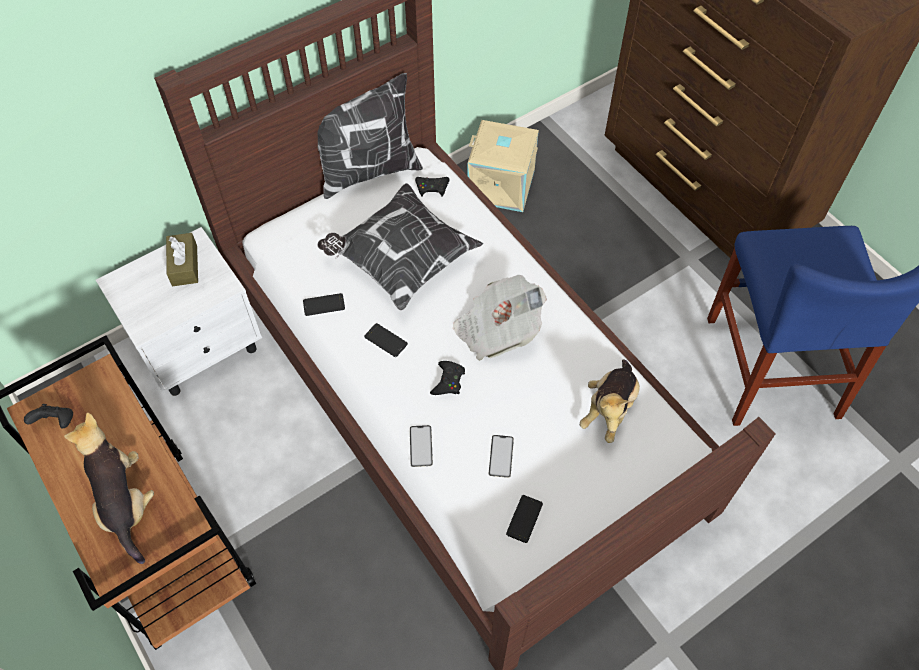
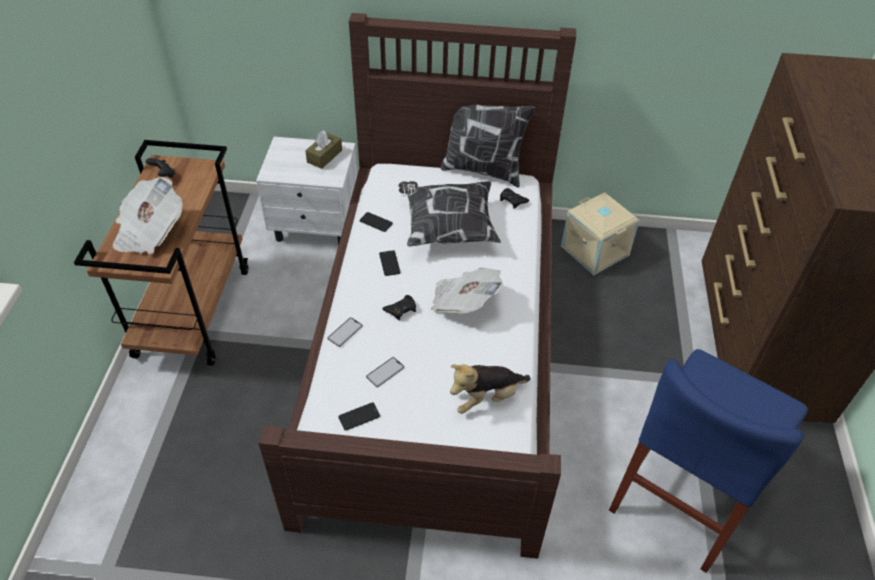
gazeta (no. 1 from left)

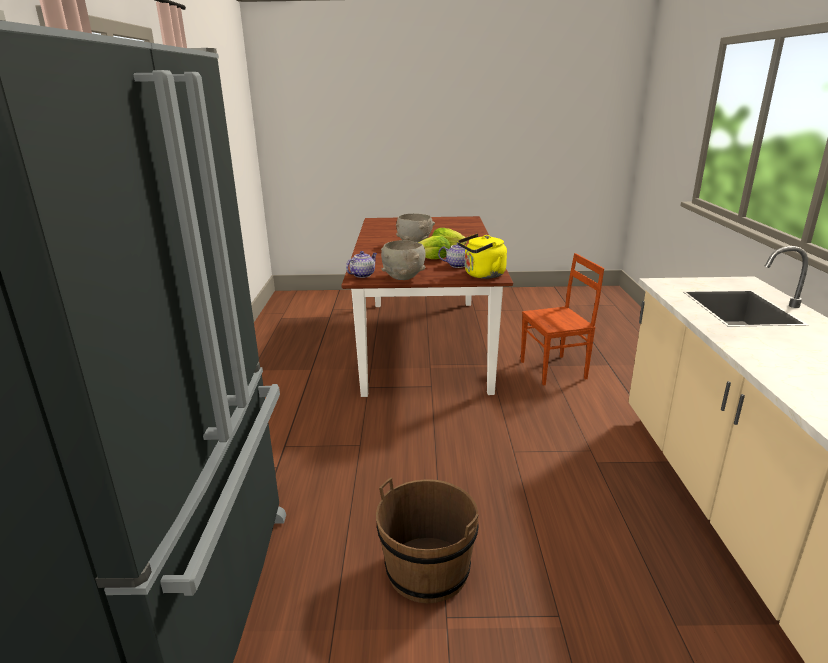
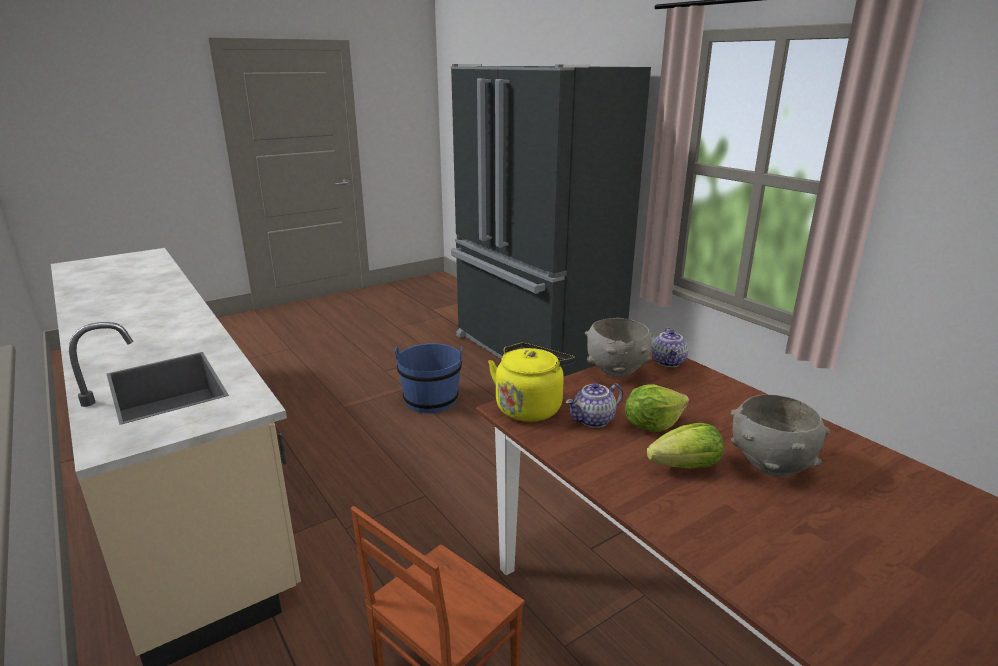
wiadro [niebieski]

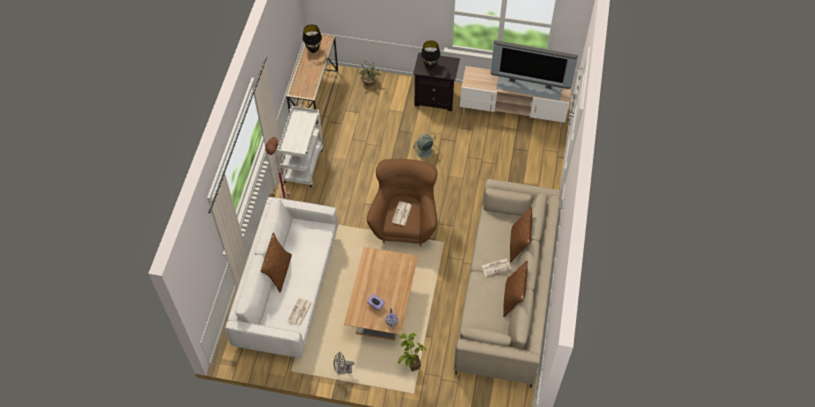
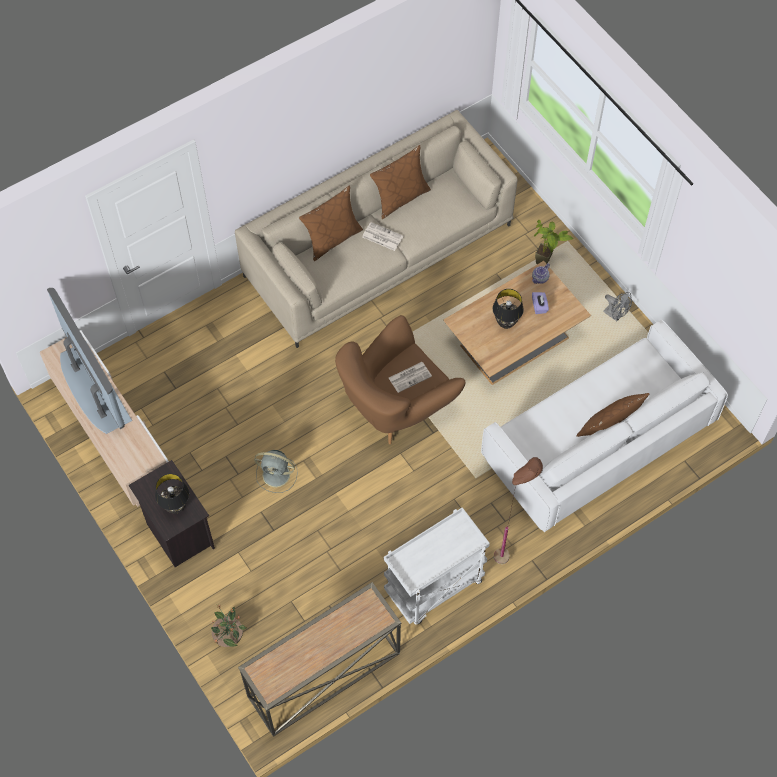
lampa stołowa [czarny] (no. 2 from left); gazeta (no. 1 from left in the first image)

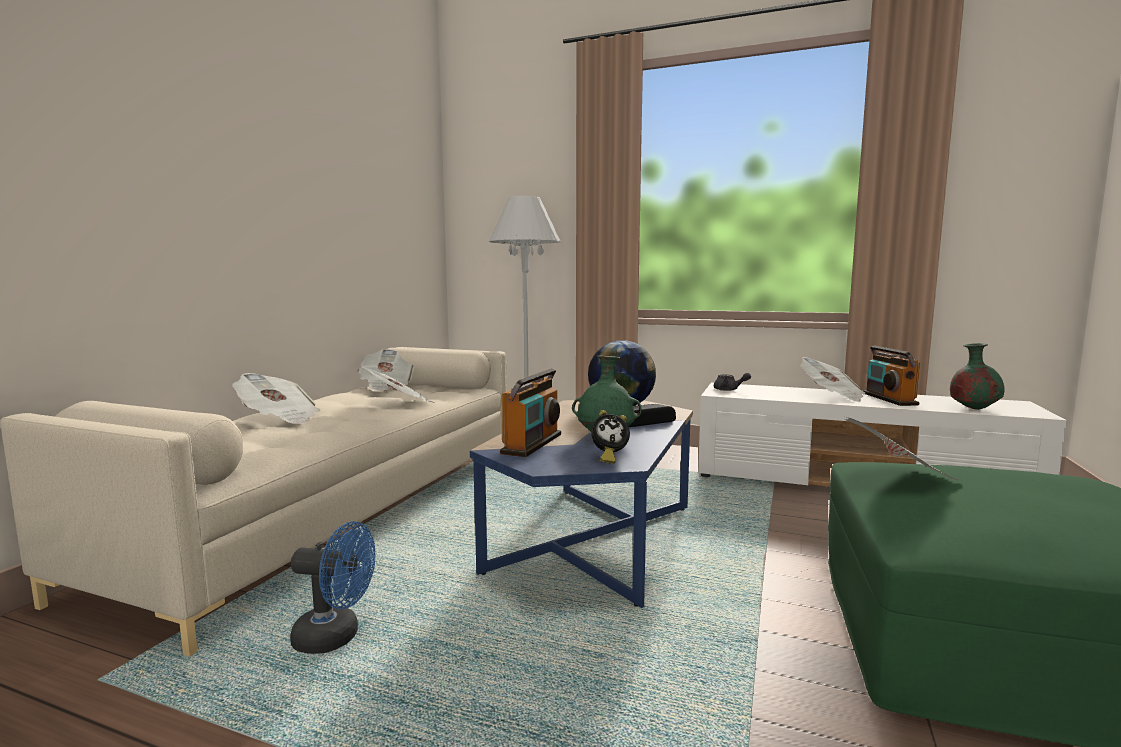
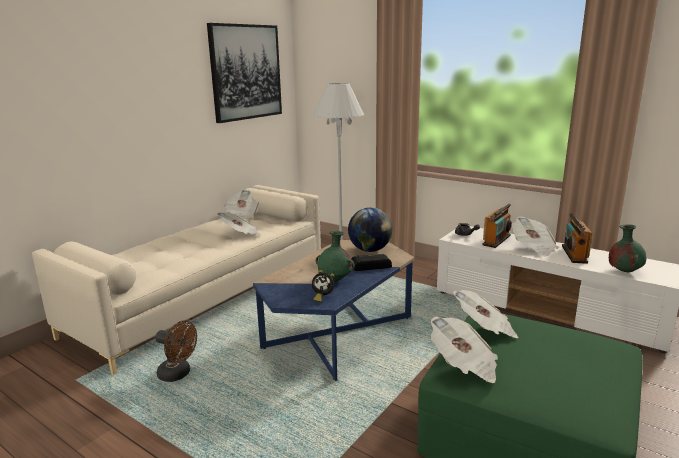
wentylator [brązowy]; obraz; gazeta (no. 3 from left); radio (no. 2 from left)

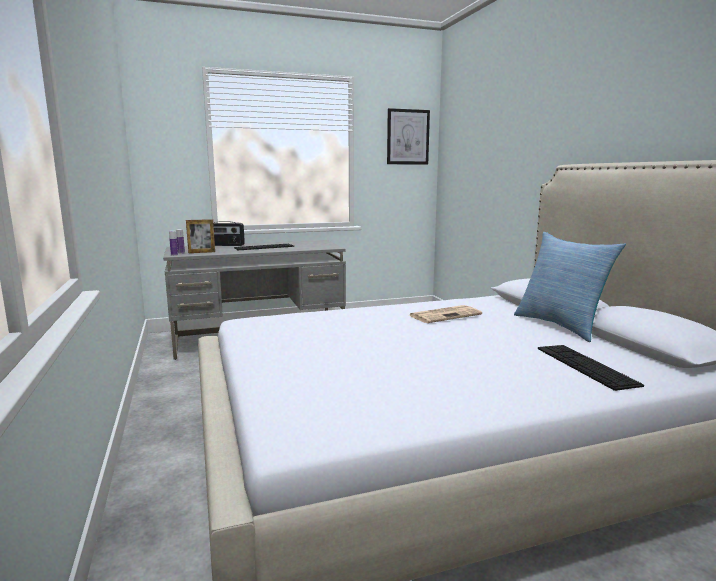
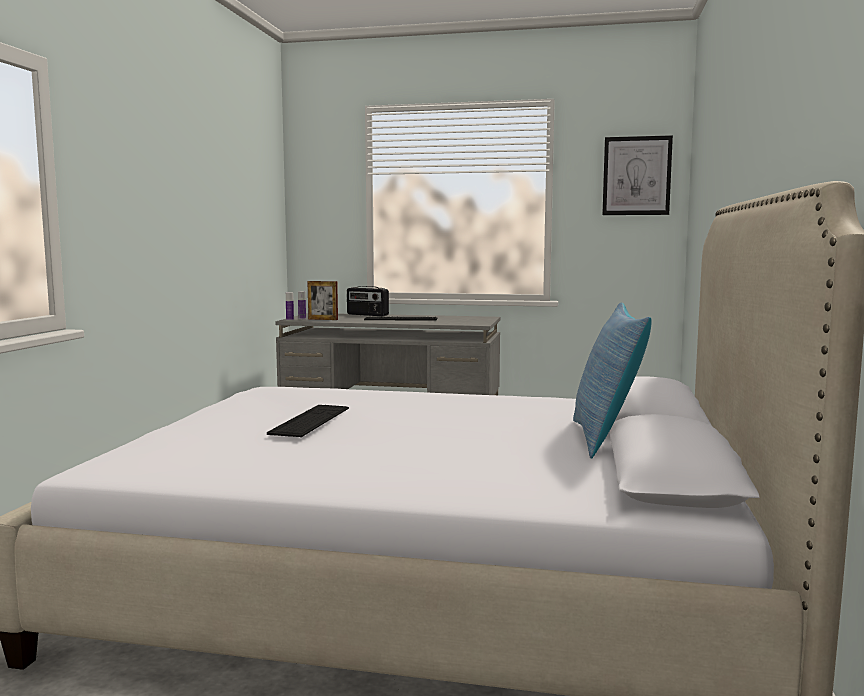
klawiatura (no. 1 from left); gazeta

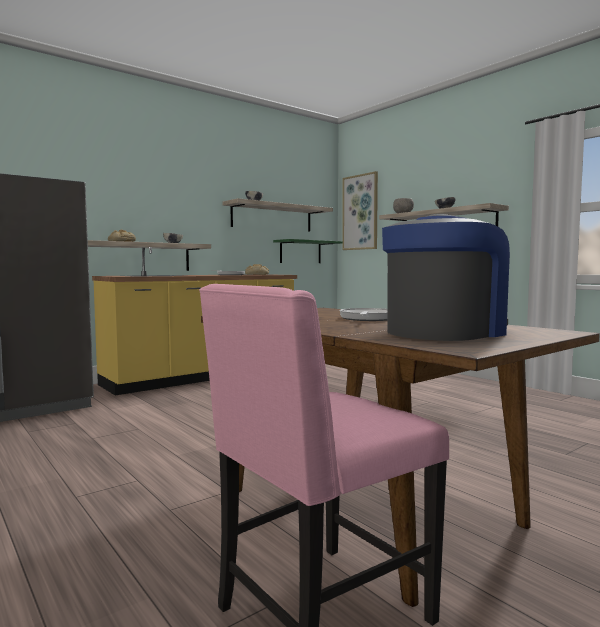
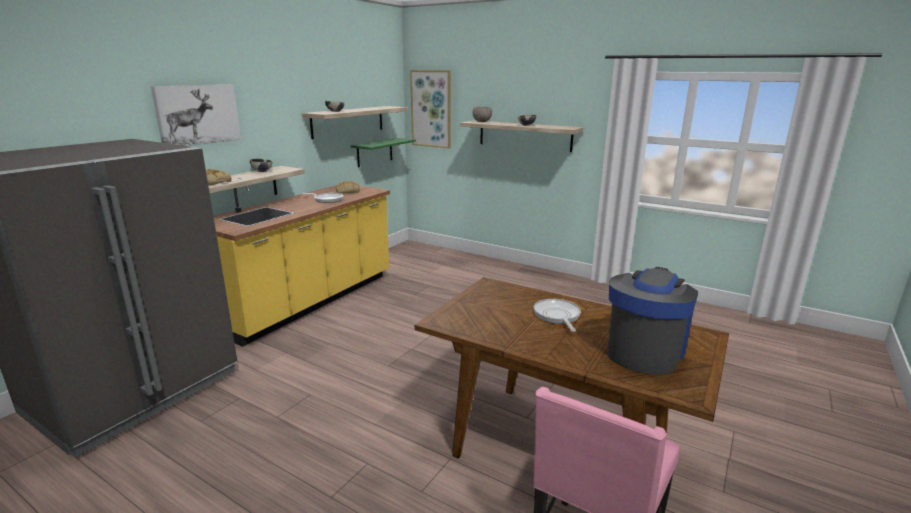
obraz (no. 1 from left)

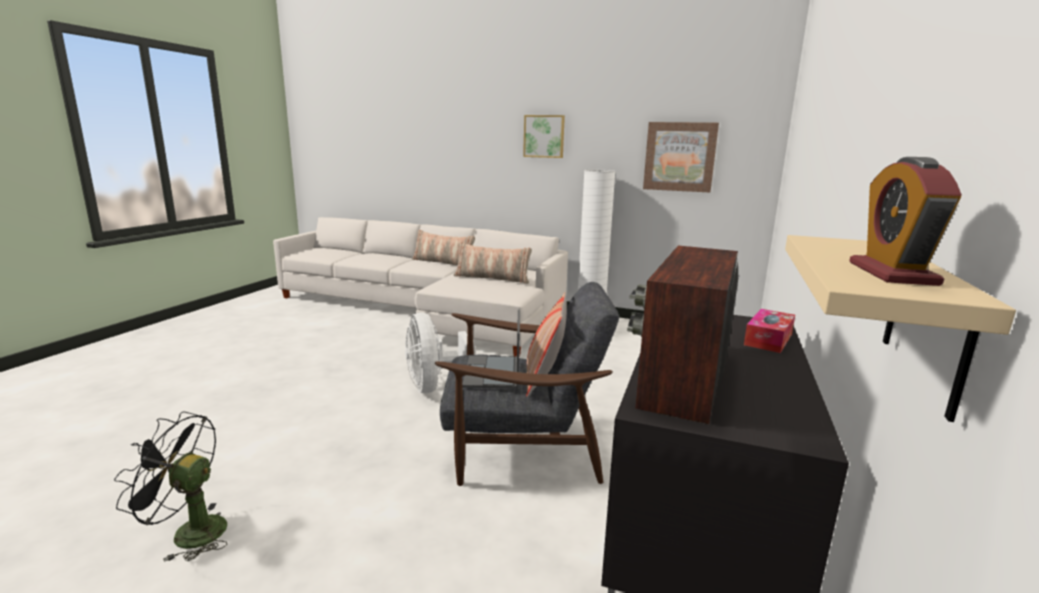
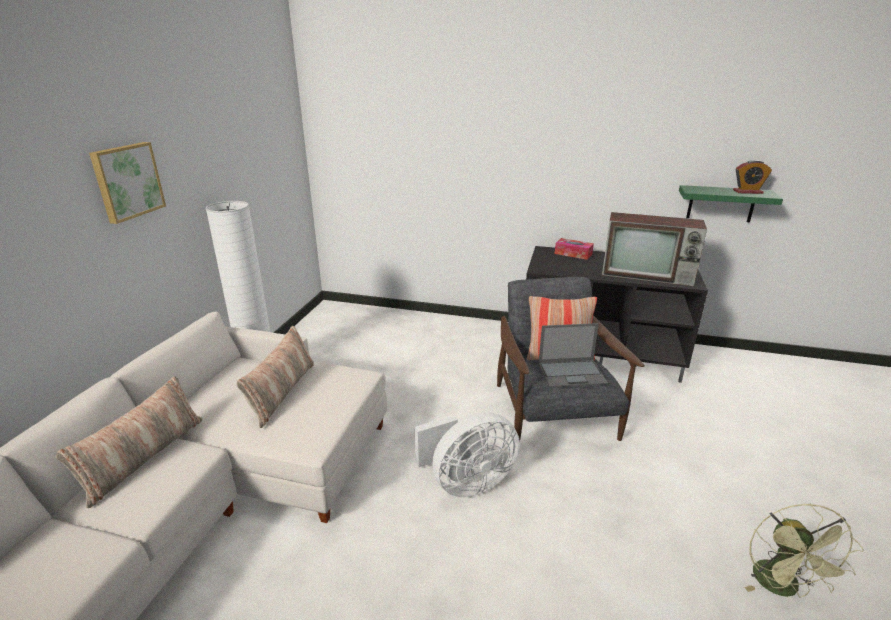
półka [zielony]; wentylator [zielony]; obraz (no. 2 from left in the first image)

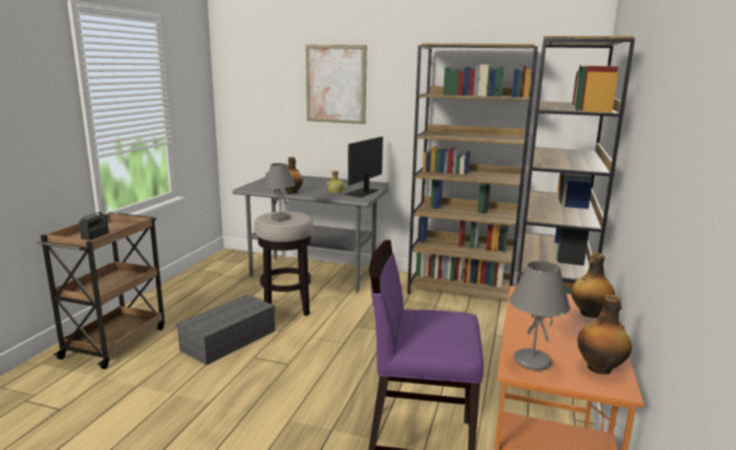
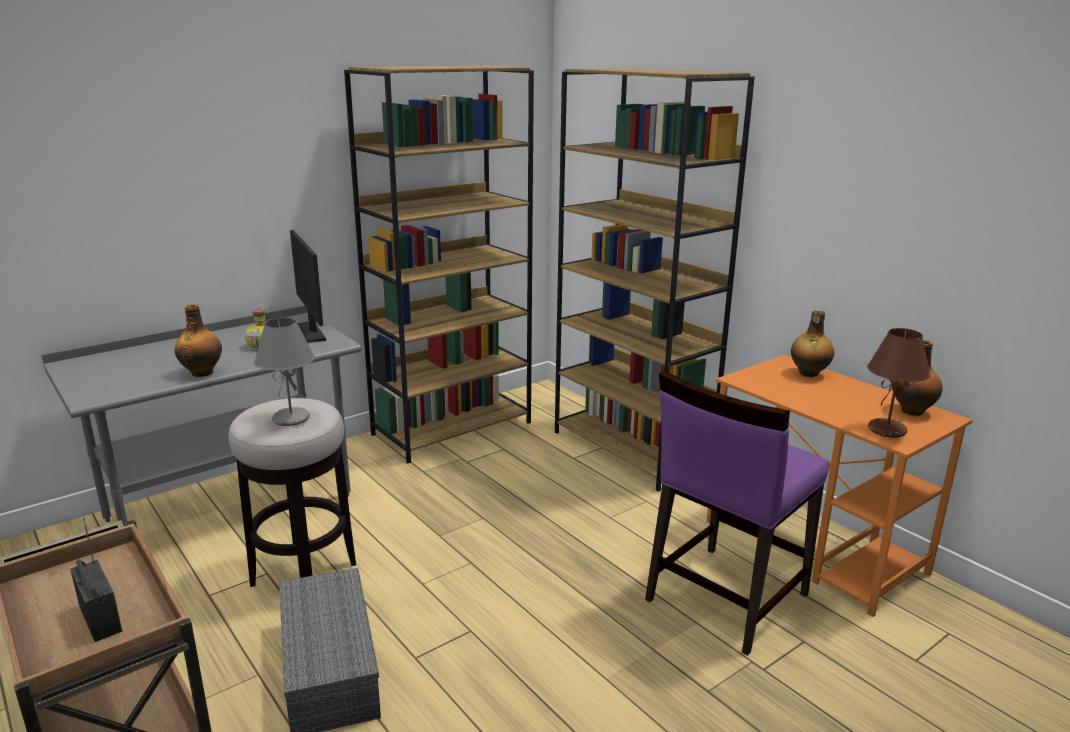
lampa stołowa [brązowy]; obraz

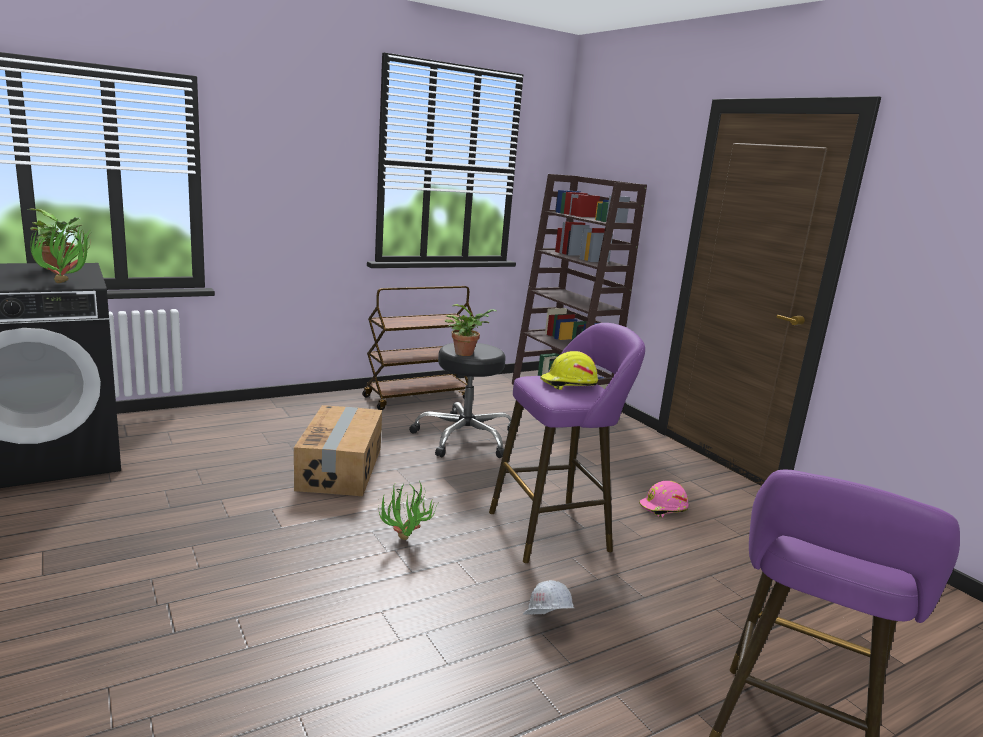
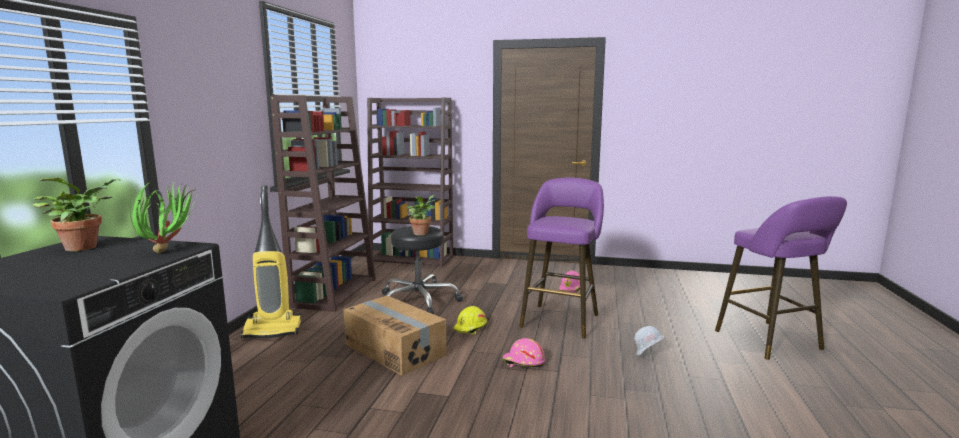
odkurzacz; regał [brązowy] (no. 1 from left); kask [żółty]; kask [różowy] (no. 1 from left)

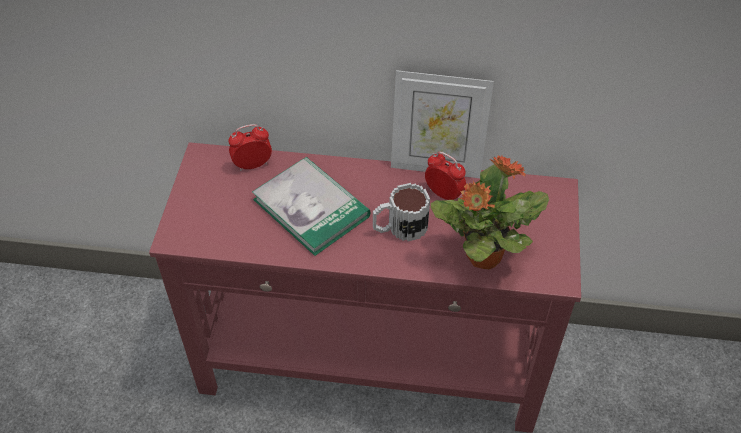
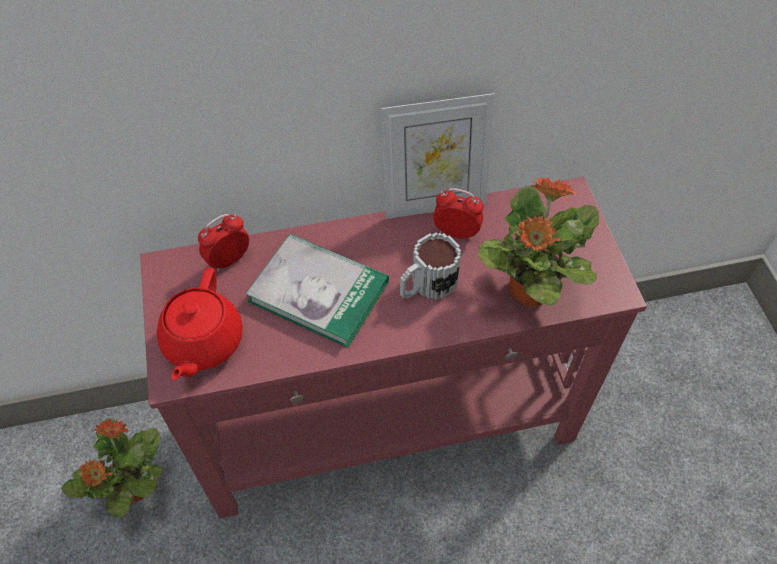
roślina doniczkowa (no. 1 from left); imbryk [czerwony]

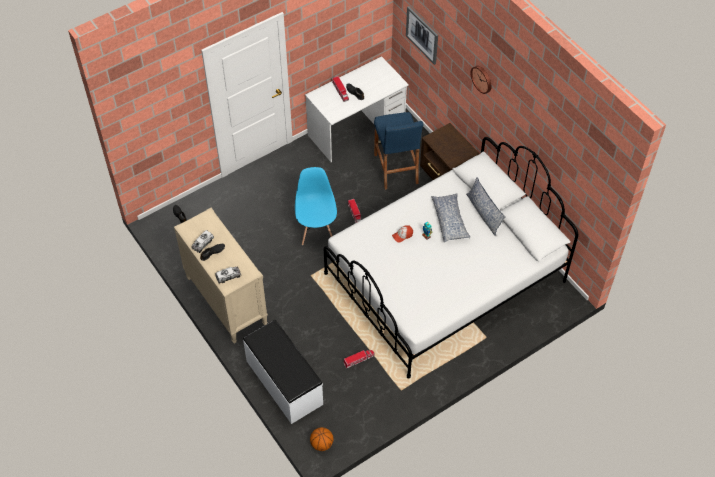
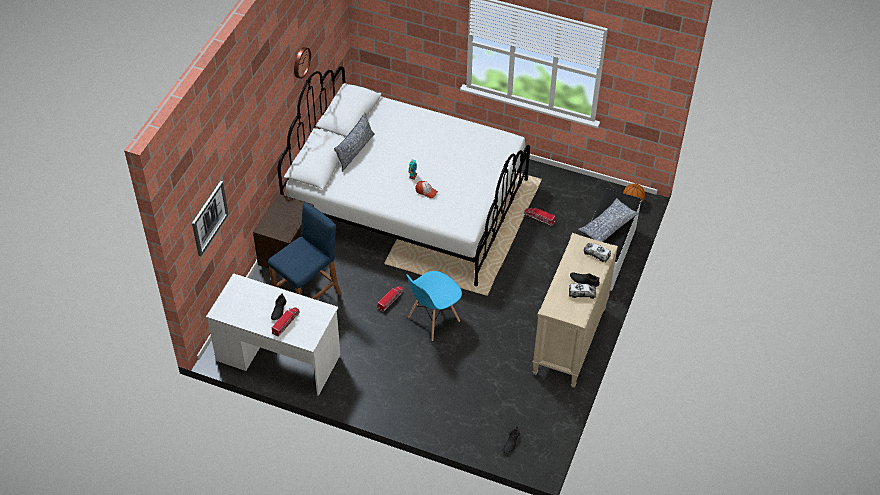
zegar ścienny; poduszka (no. 2 from left)

